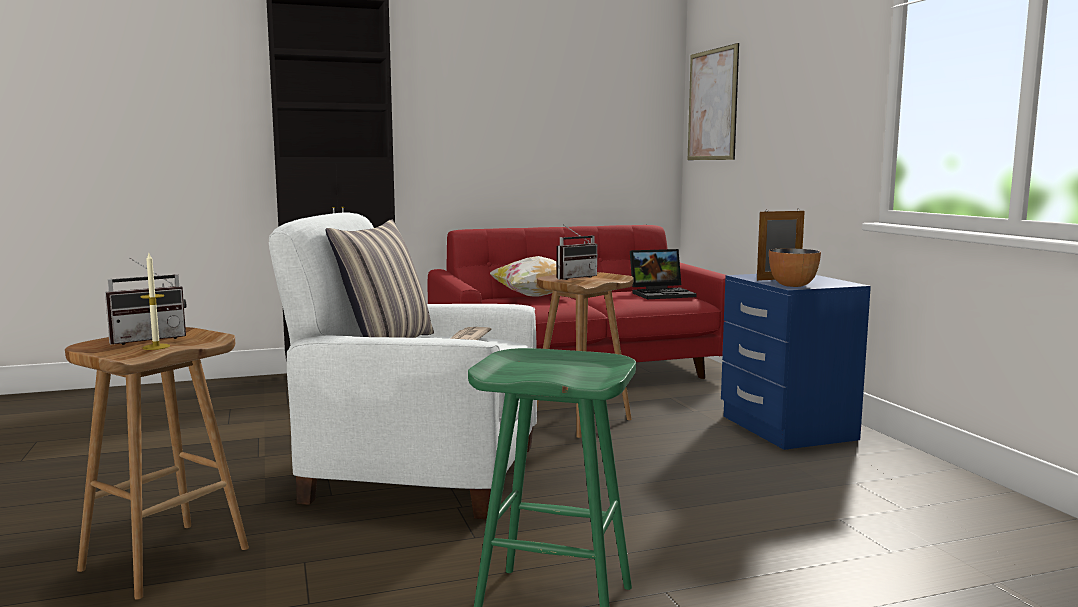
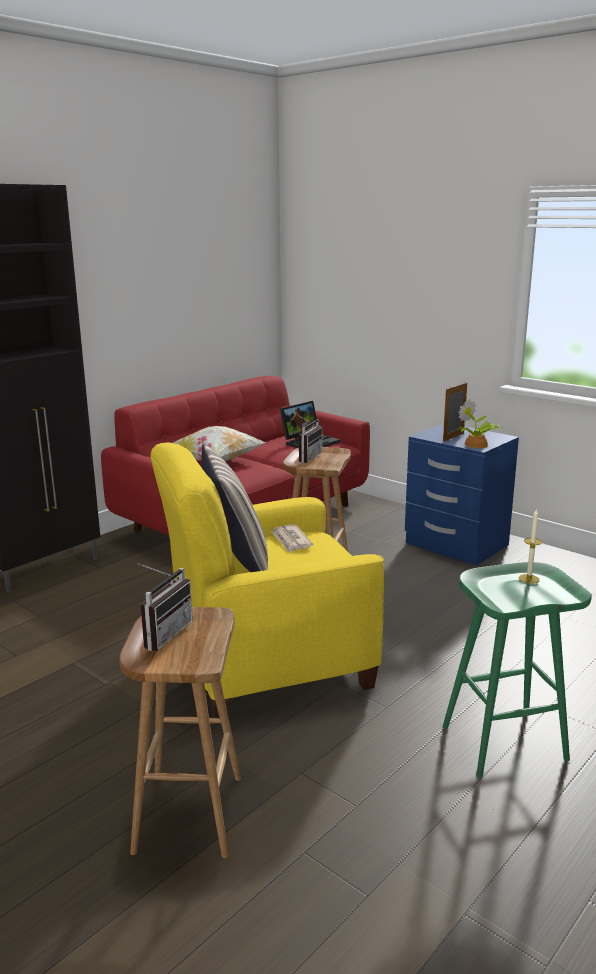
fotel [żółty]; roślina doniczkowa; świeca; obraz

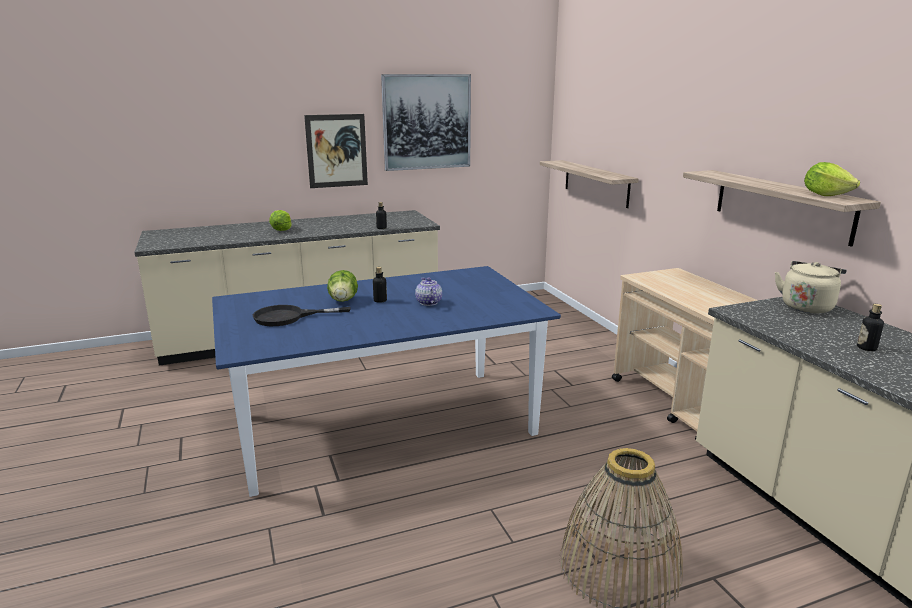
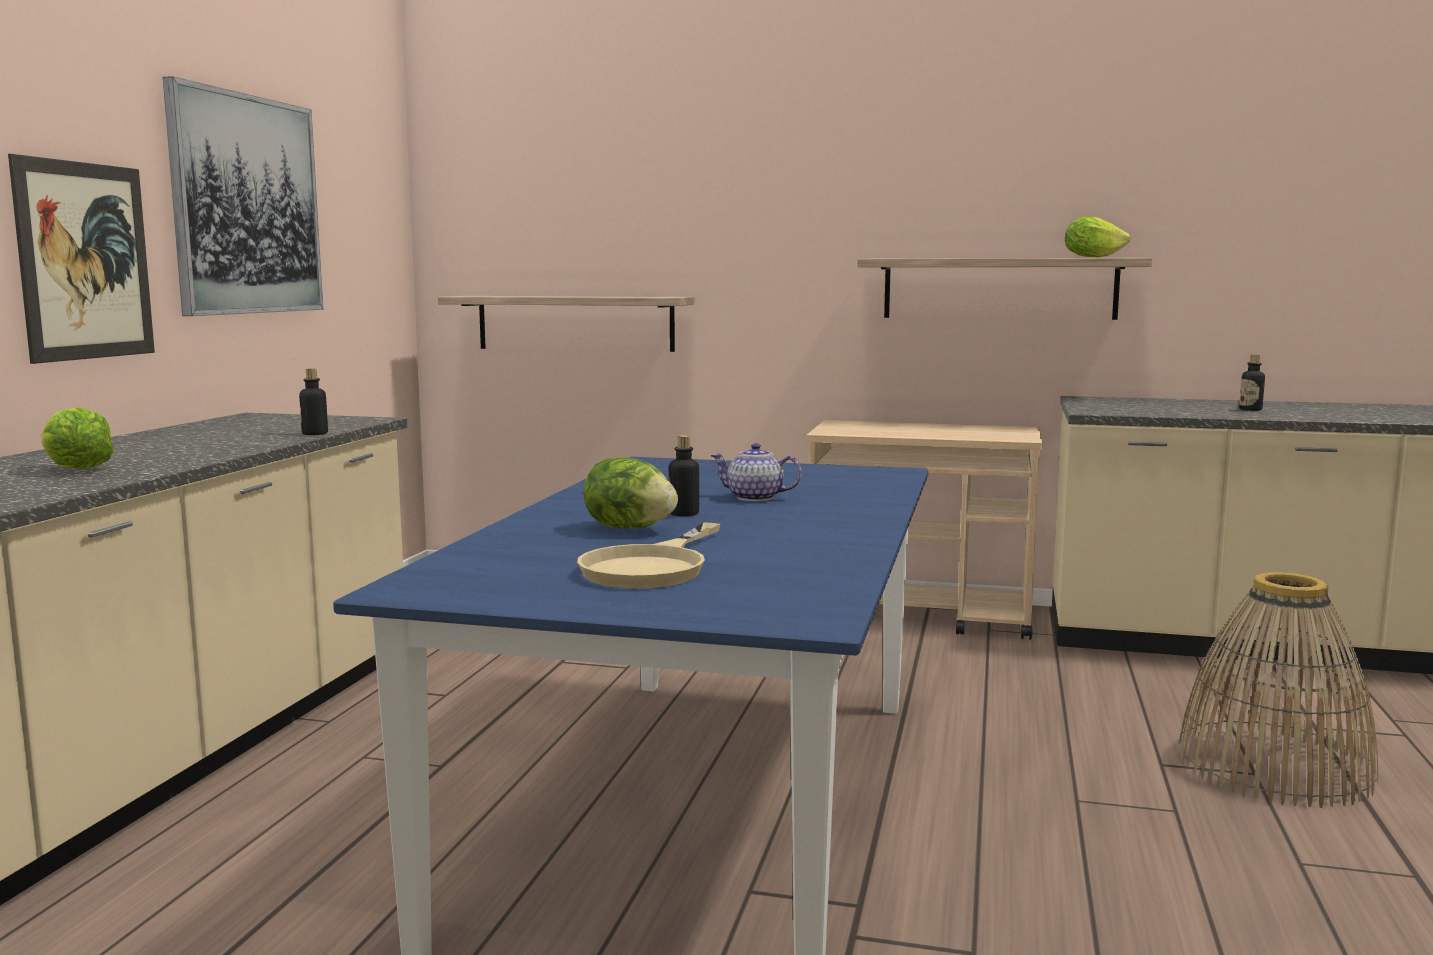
patelnia [beżowy]; czajnik [beżowy]

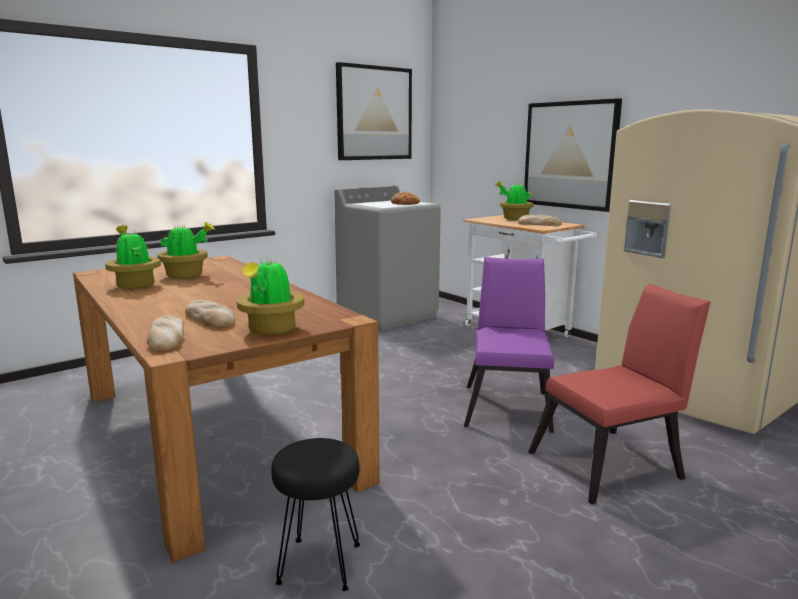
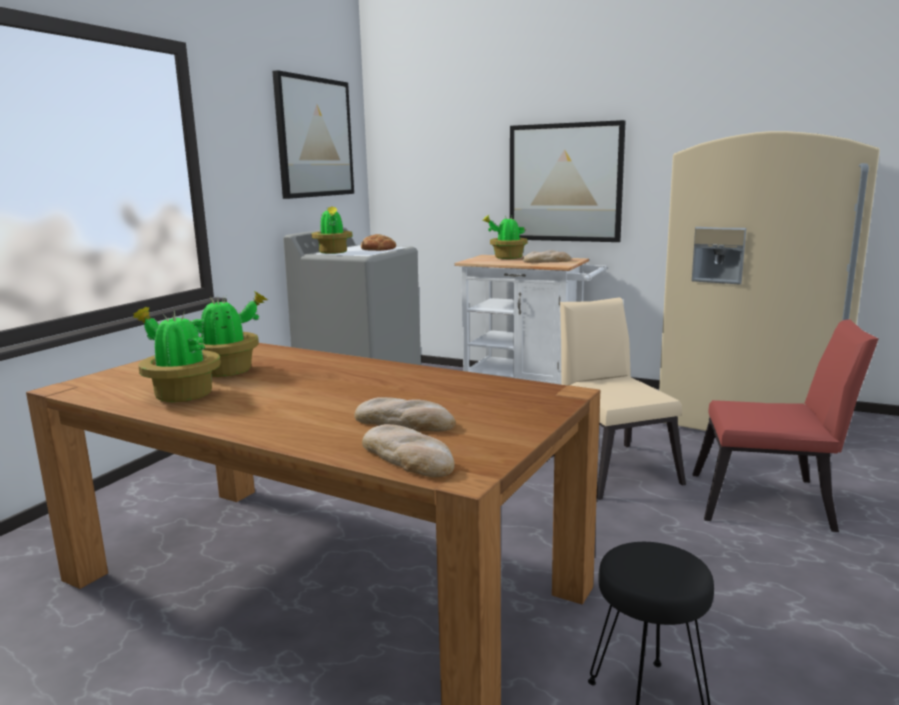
roślina doniczkowa (no. 3 from left); krzesło [beżowy]; krzesło [czerwony]

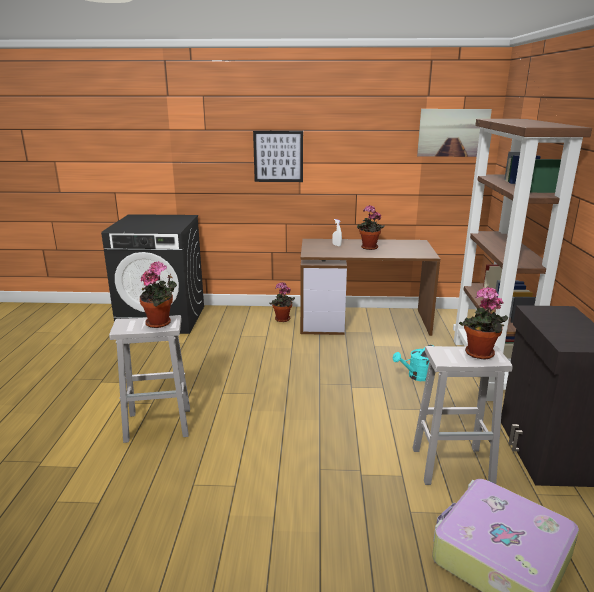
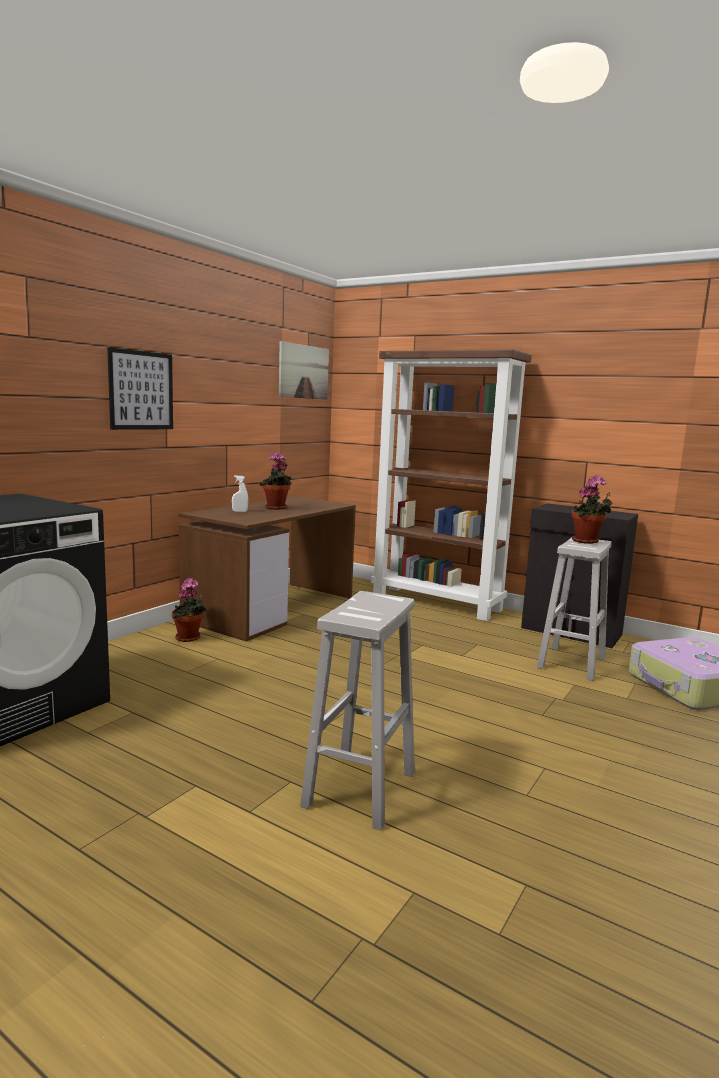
roślina doniczkowa (no. 1 from left in the first image); konewka [turkusowy]

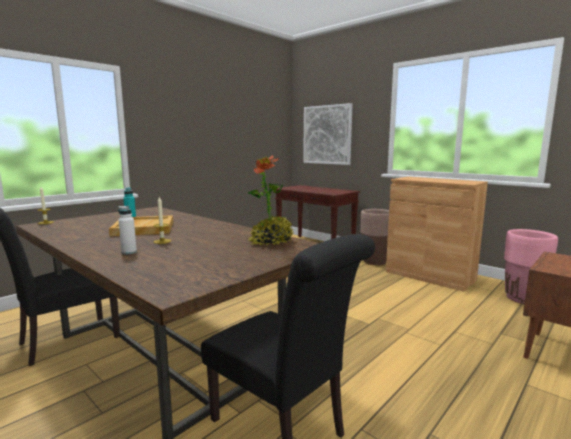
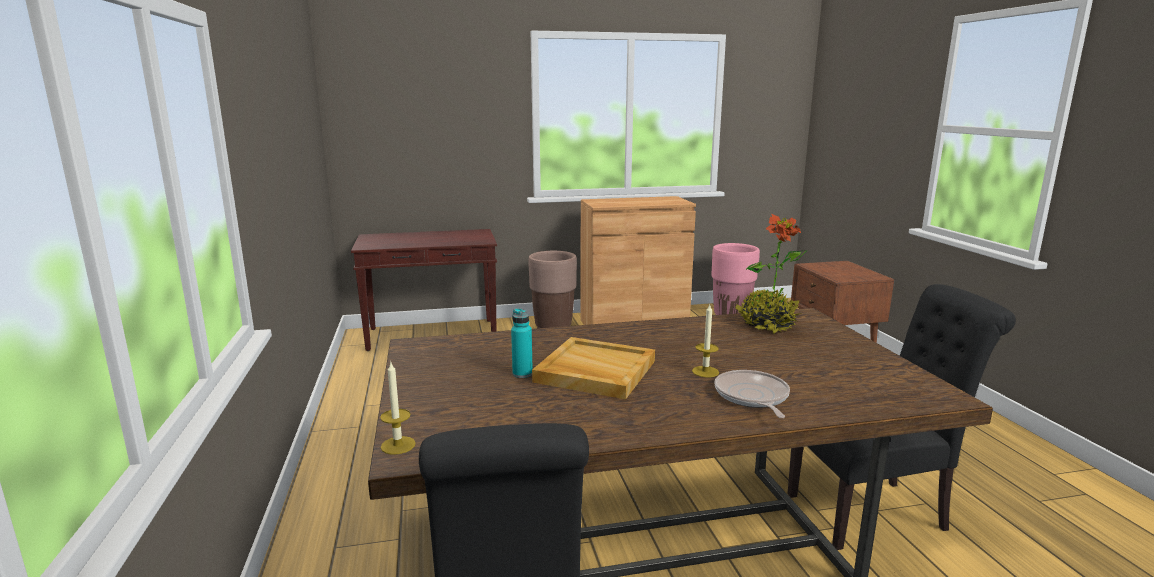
patelnia; obraz

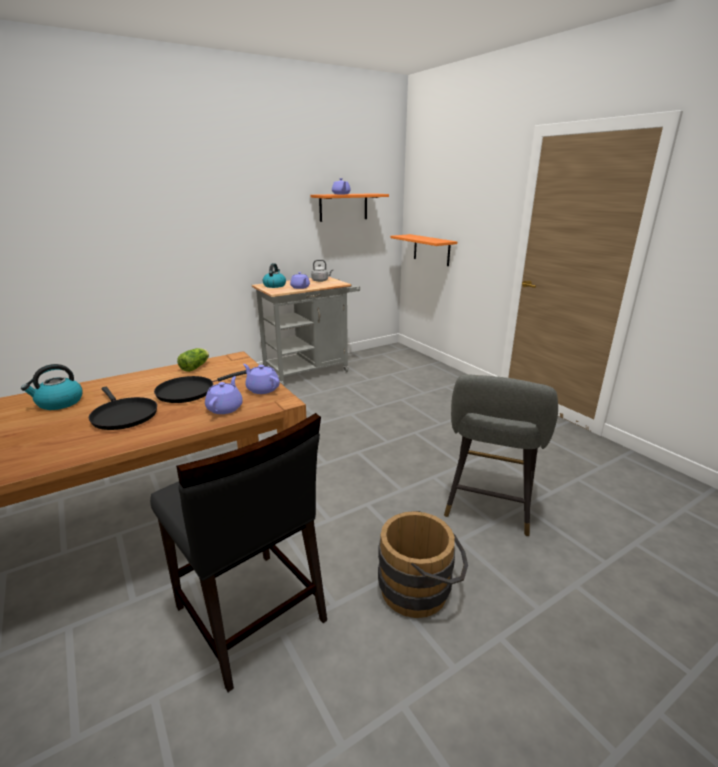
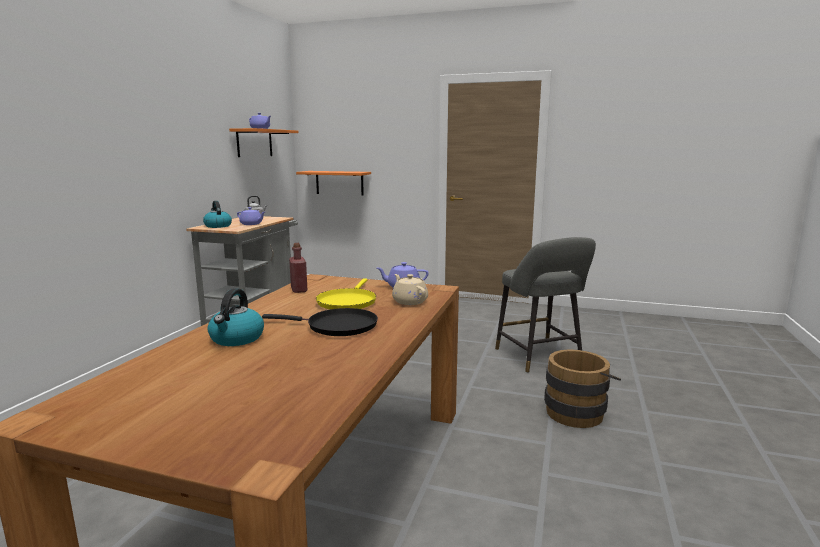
butelka [czerwony]; patelnia [żółty]; imbryk [beżowy]; krzesło [czarny]

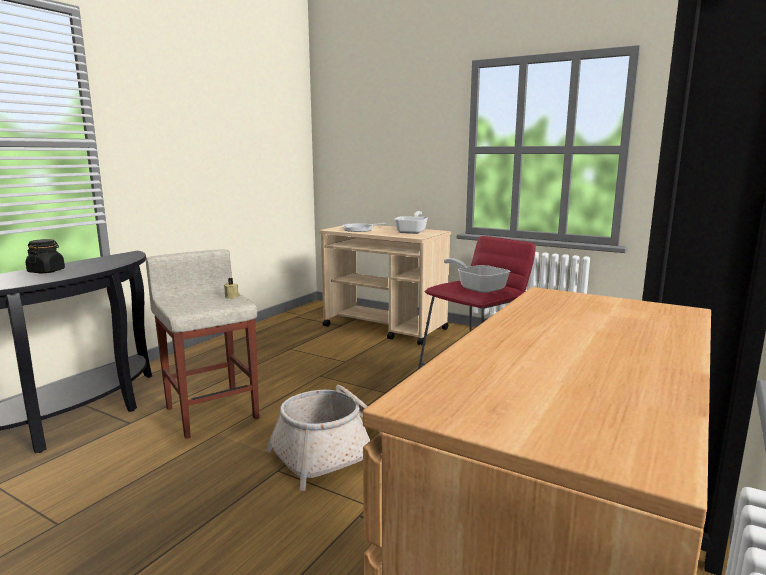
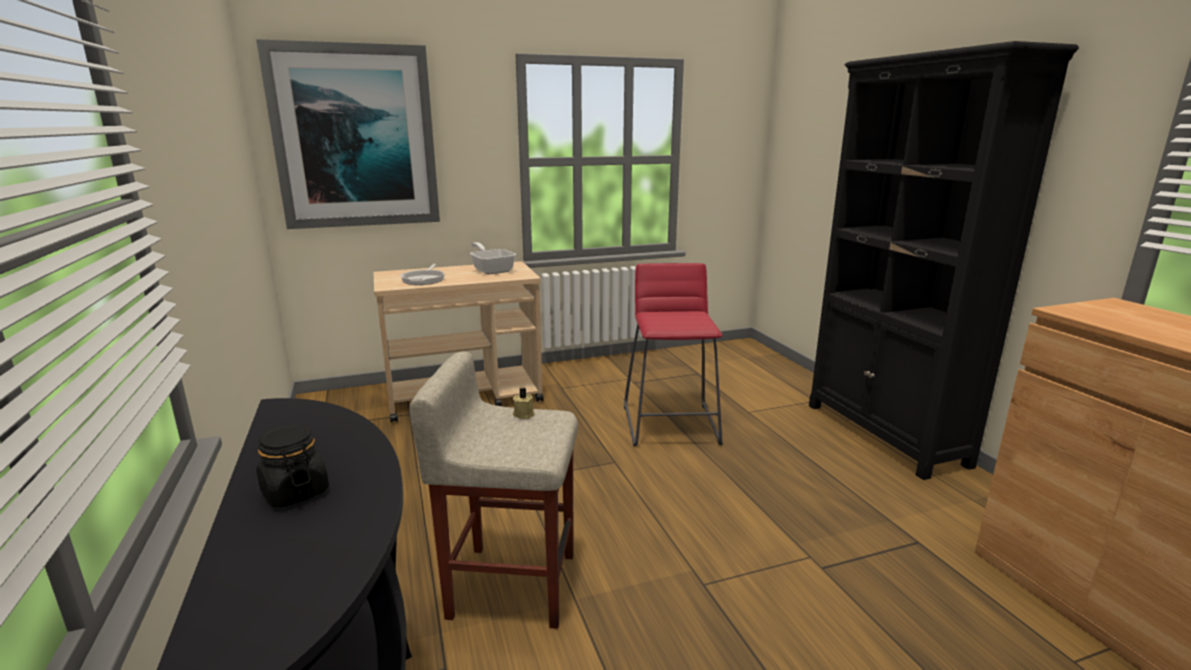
obraz; koszyk; patelnia (no. 3 from left in the first image)

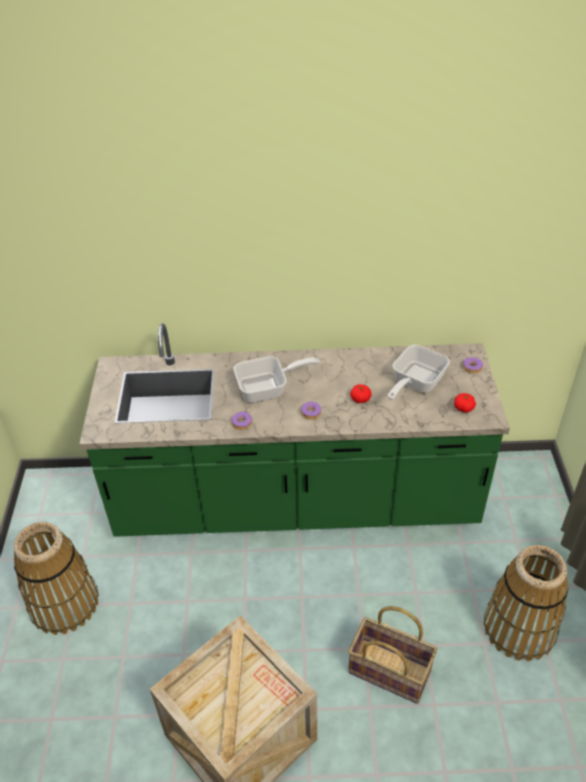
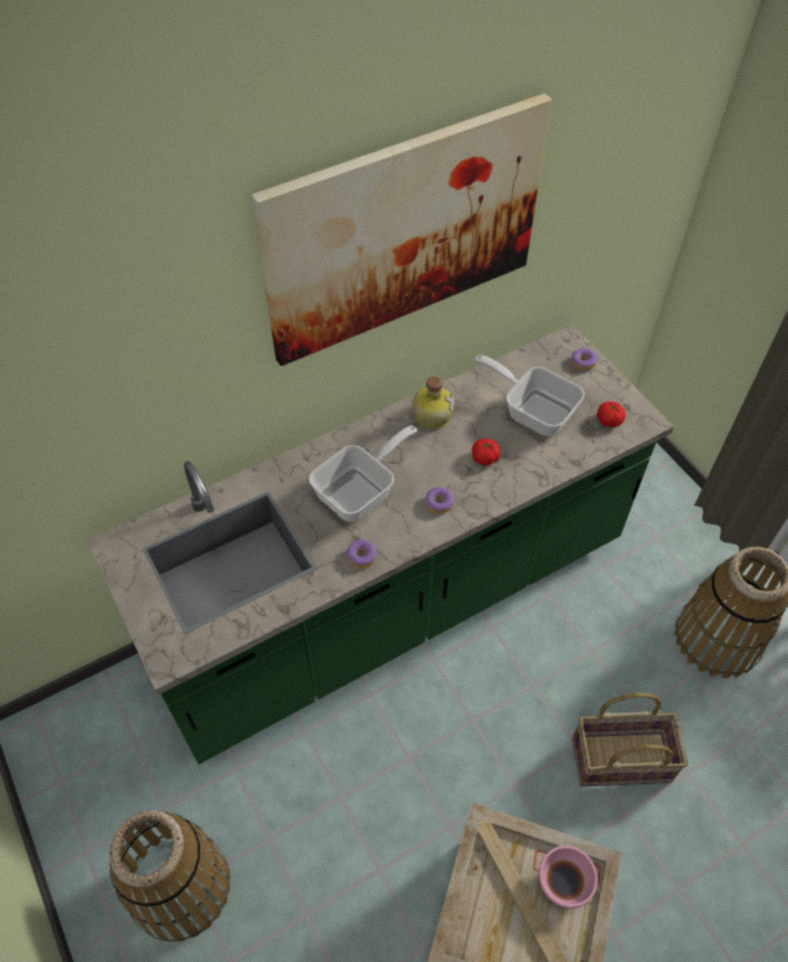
obraz; butelka; patelnia (no. 2 from left); miska [różowy]

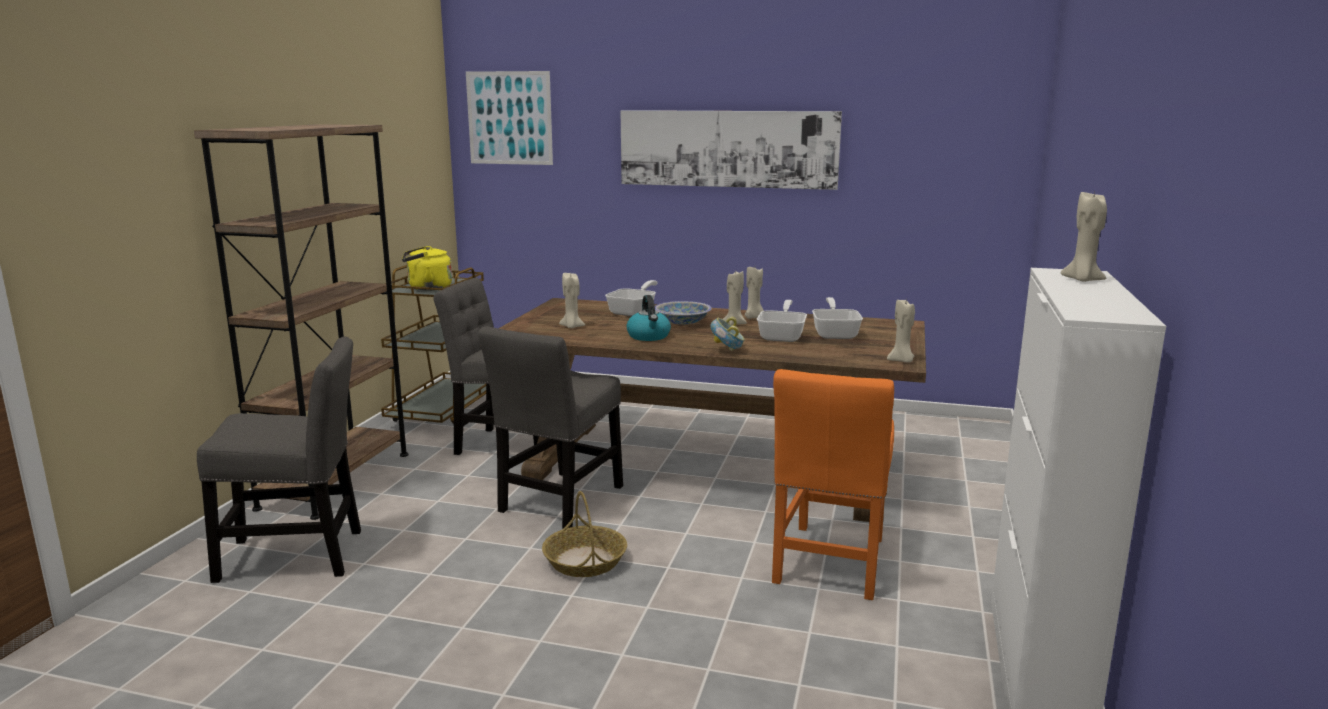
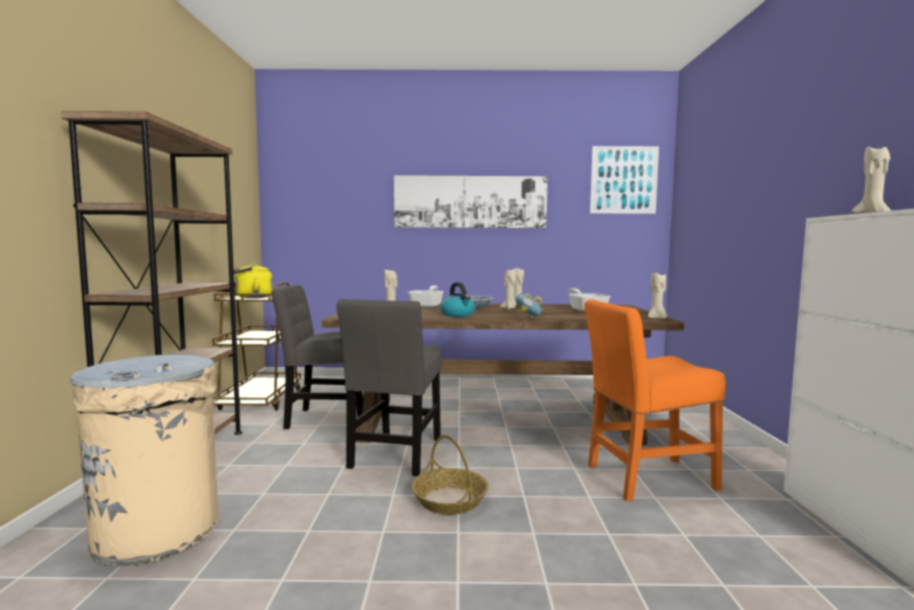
kosz na śmieci [beżowy]; krzesło [pomarańczowy]; obraz (no. 2 from left); patelnia (no. 2 from left in the first image)

